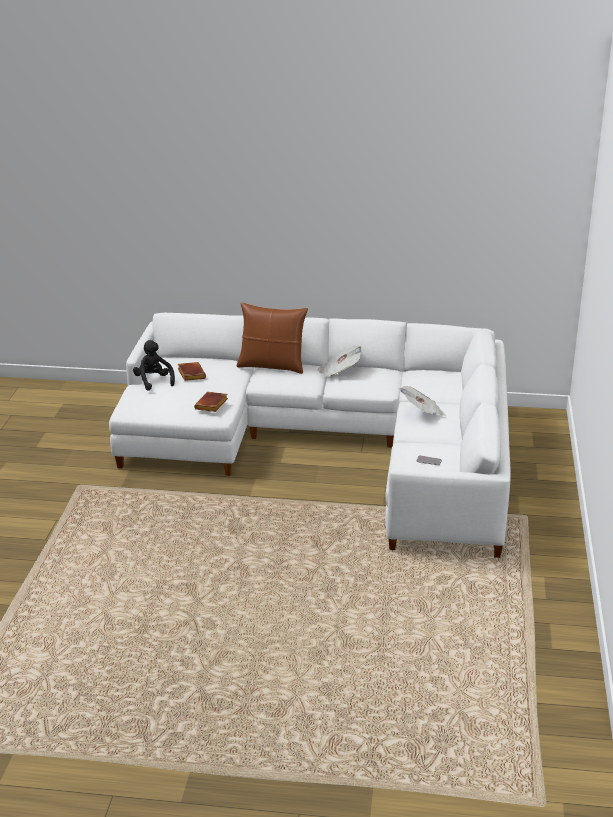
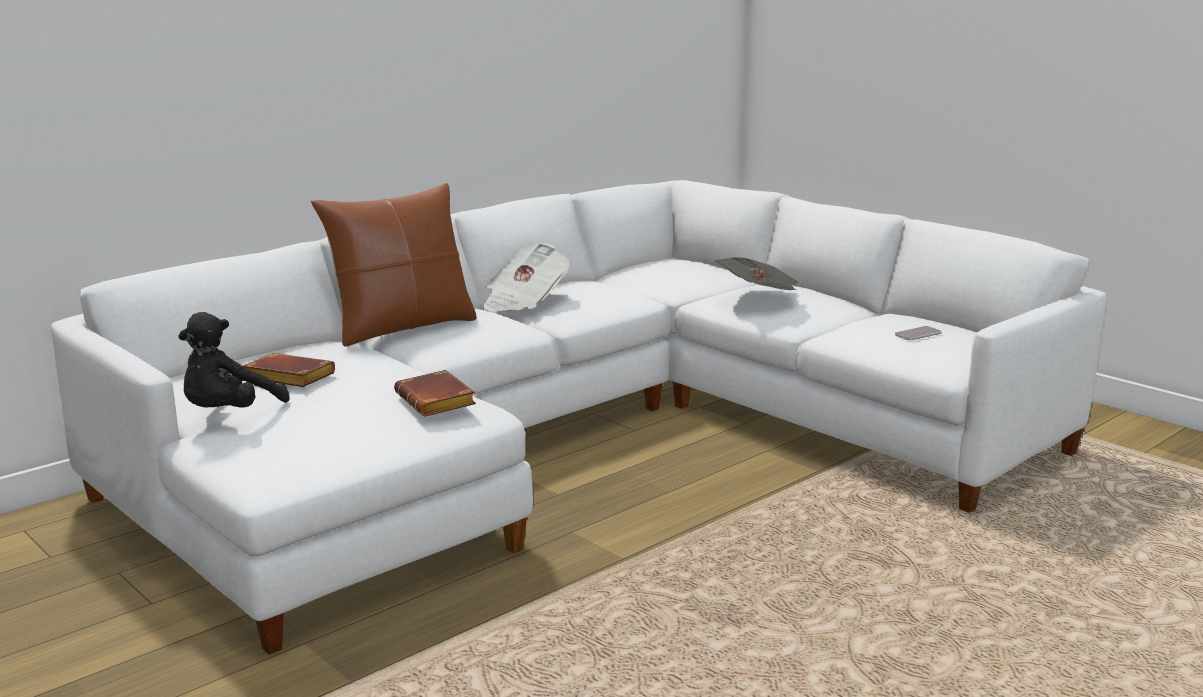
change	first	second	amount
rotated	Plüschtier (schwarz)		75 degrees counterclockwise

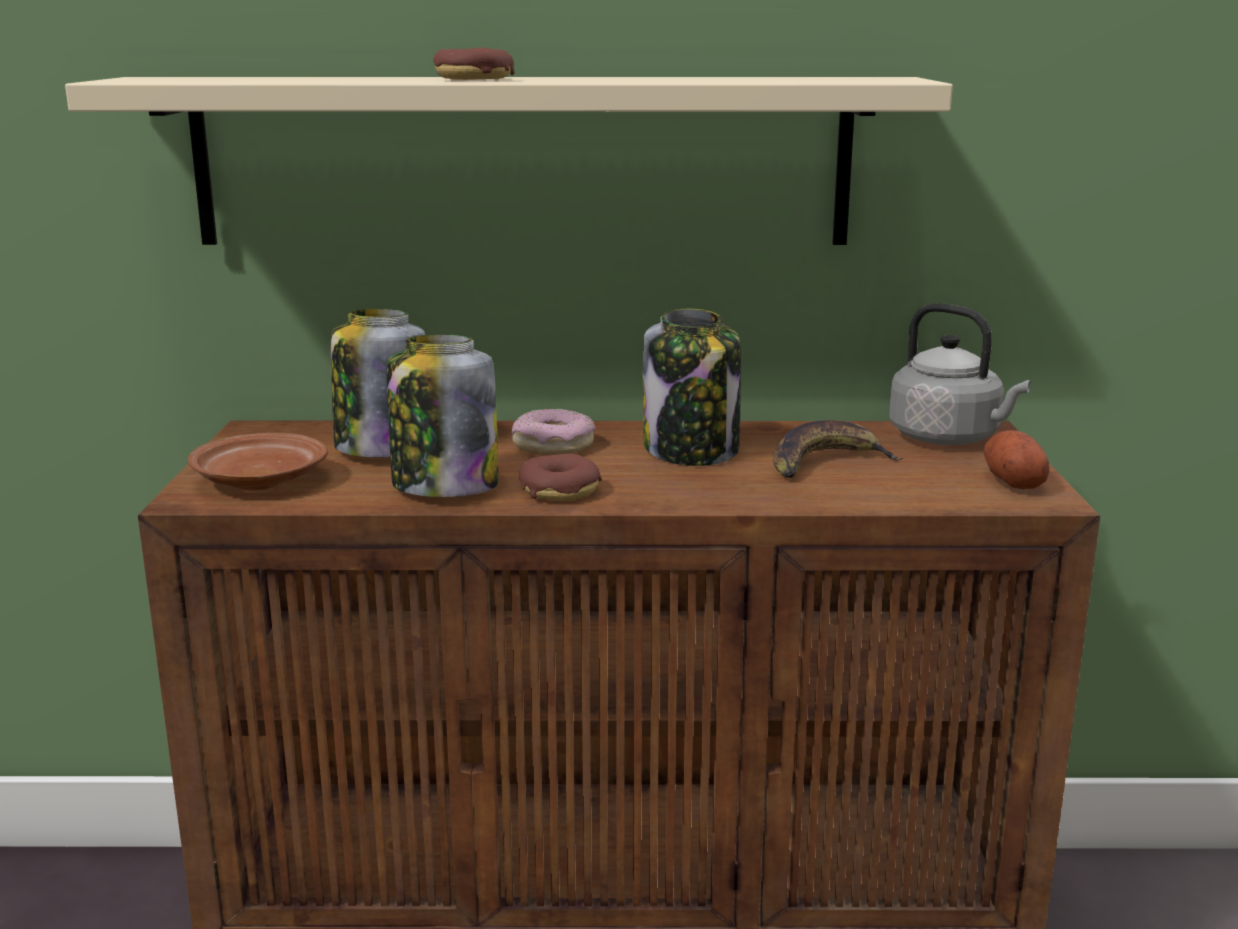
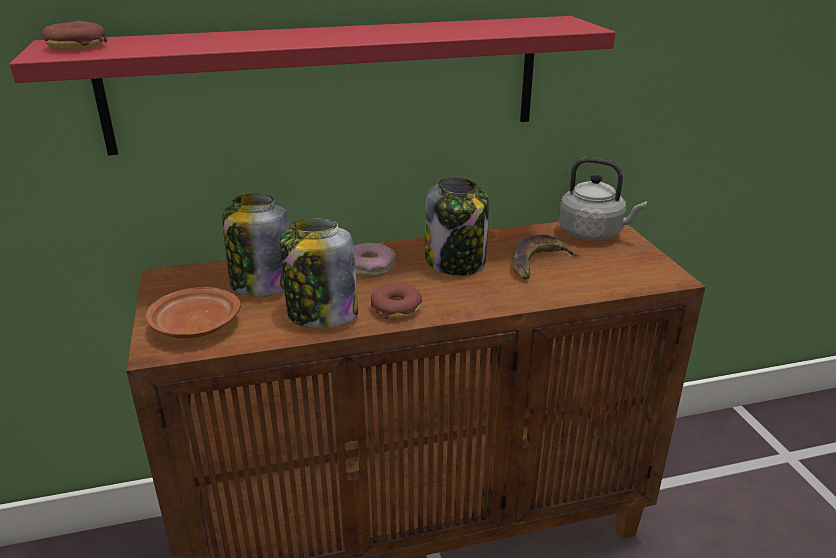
change	first	second	amount
gone	Kartoffel		
shifted	Donut (no. 1 from left)		
repainted	Wandregal (beige)	Wandregal (rot)	

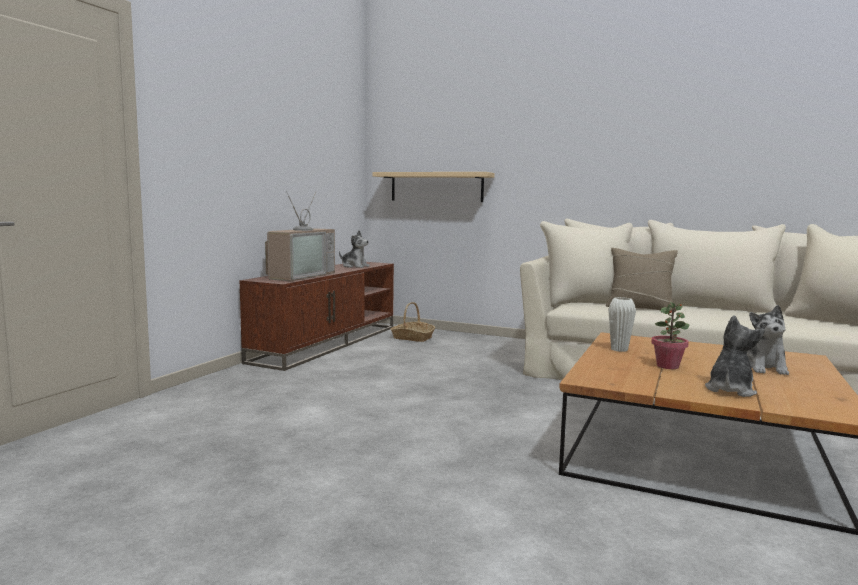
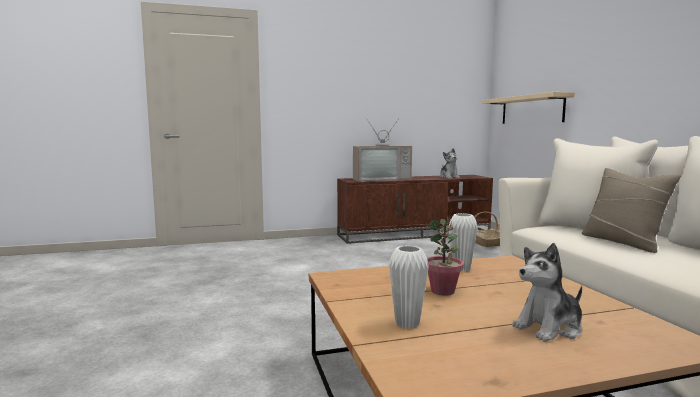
change	first	second	amount
swapped	Plüschtier (no. 2 from left)	Vase (weiß) (no. 1 from left)	

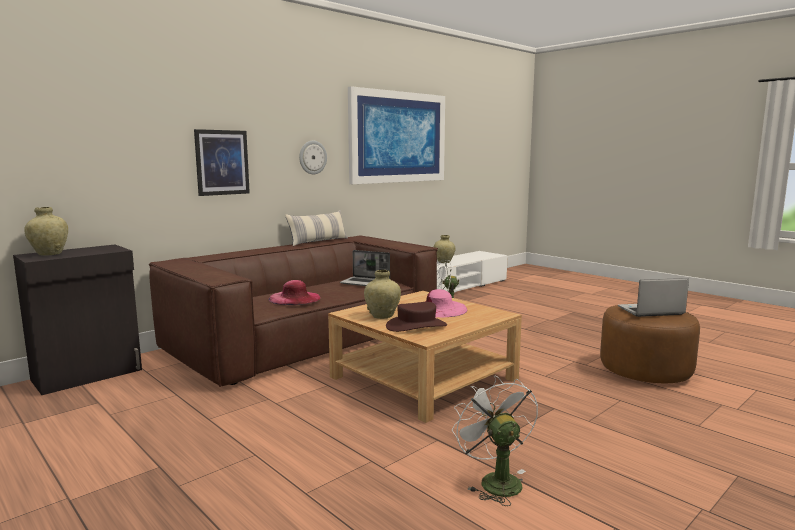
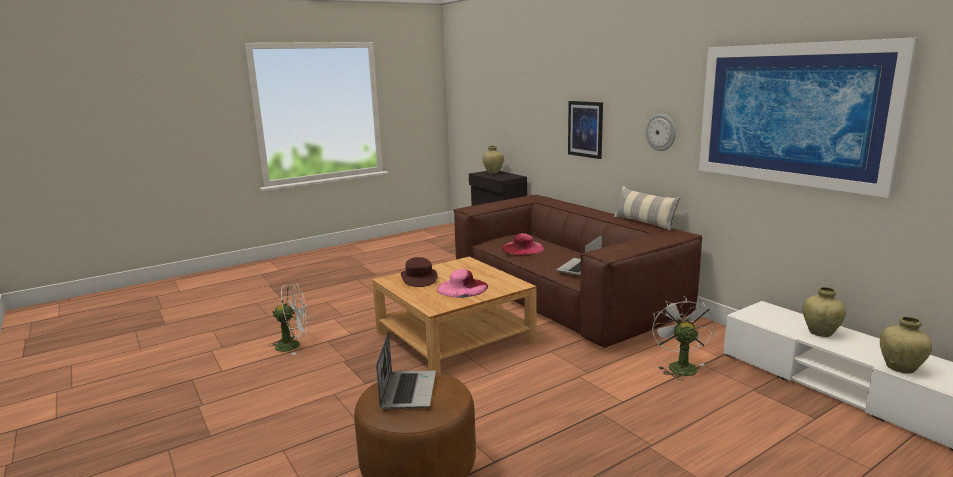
change	first	second	amount
shifted	Vase (beige) (no. 2 from left in the first image)	Vase (beige) (no. 3 from left)	

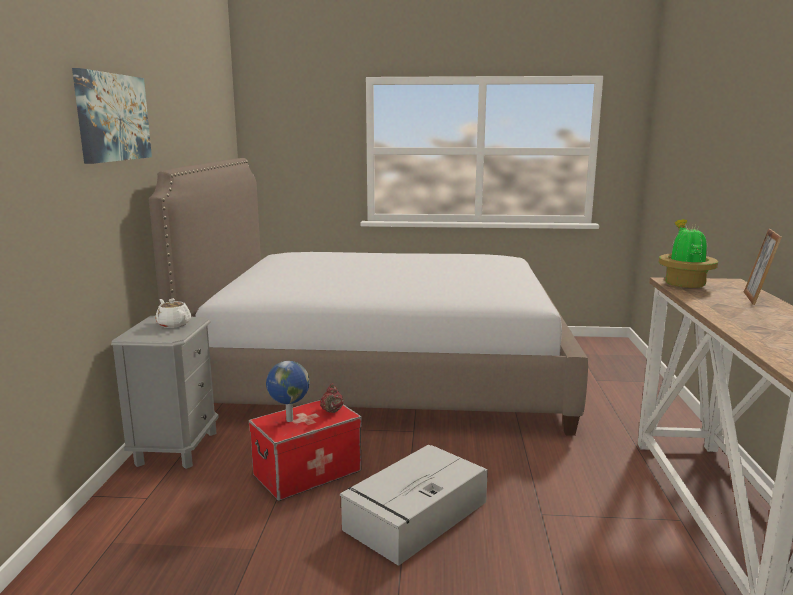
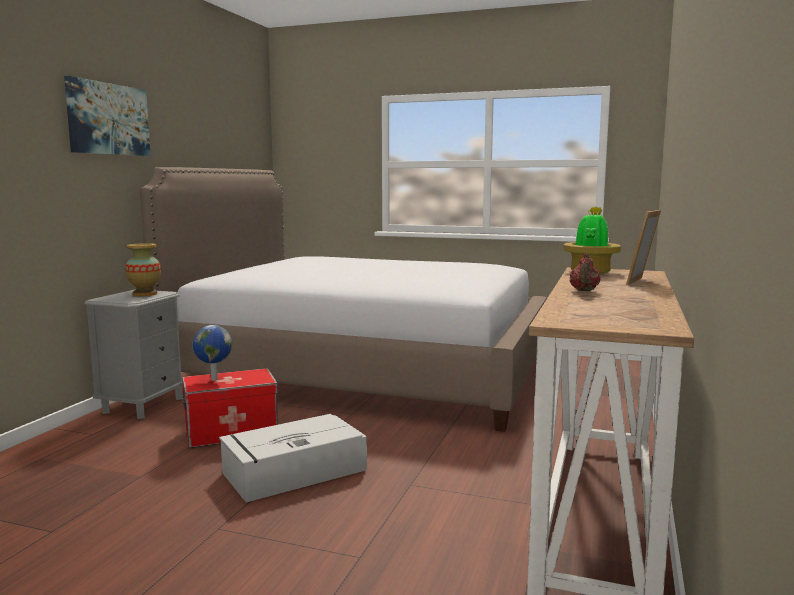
change	first	second	amount
shifted	Teekanne (rot)		
swapped	Teekanne (weiß)	Vase	

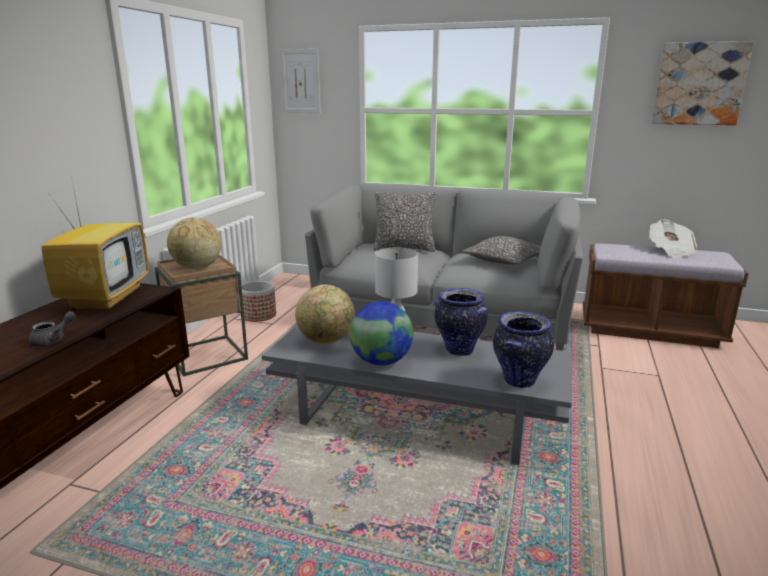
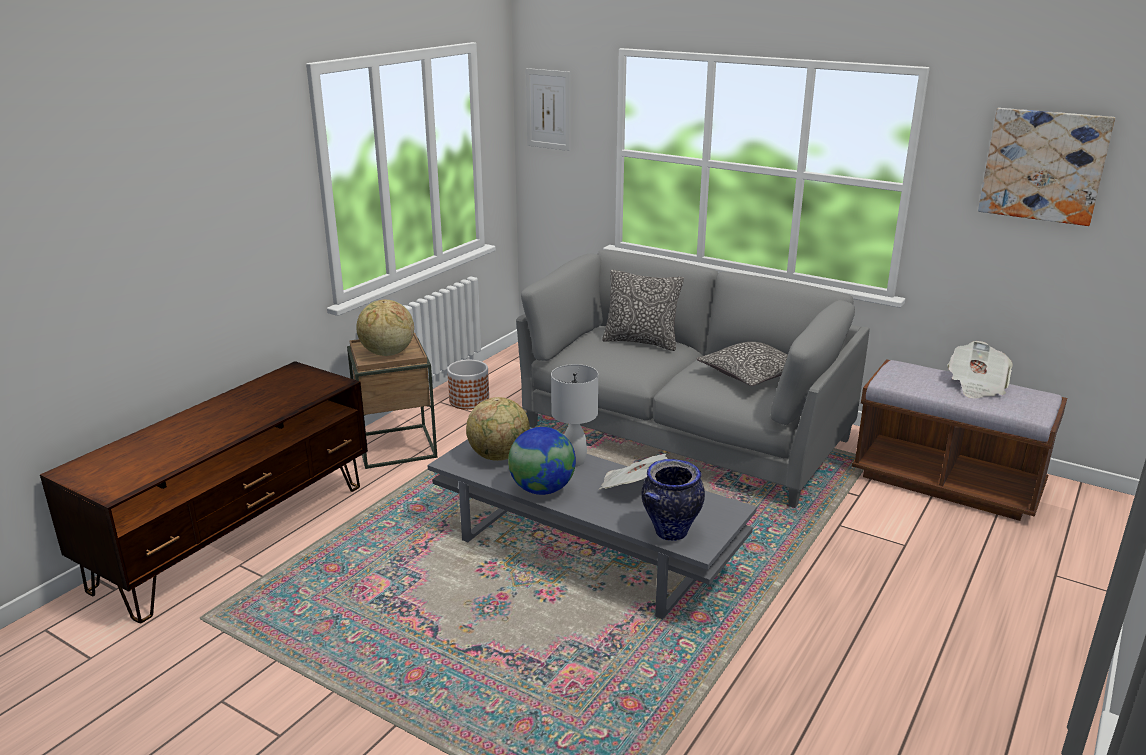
change	first	second	amount
gone	Teekanne (grau)		
gone	Fernseher		
swapped	Vase (no. 1 from left)	Zeitung (no. 1 from left)	

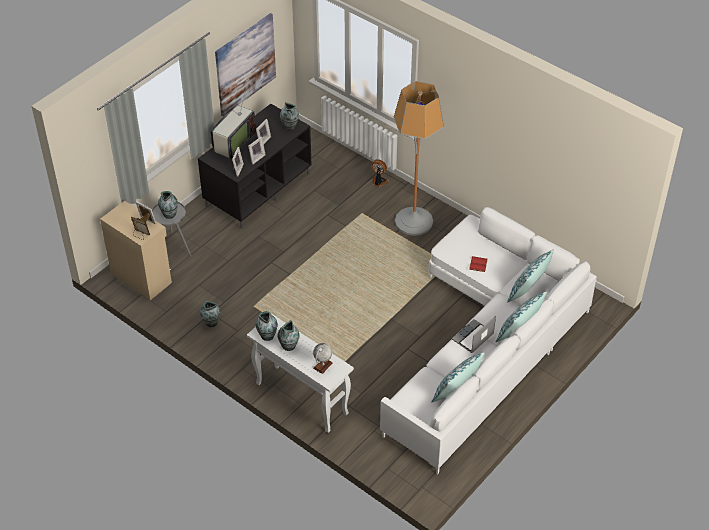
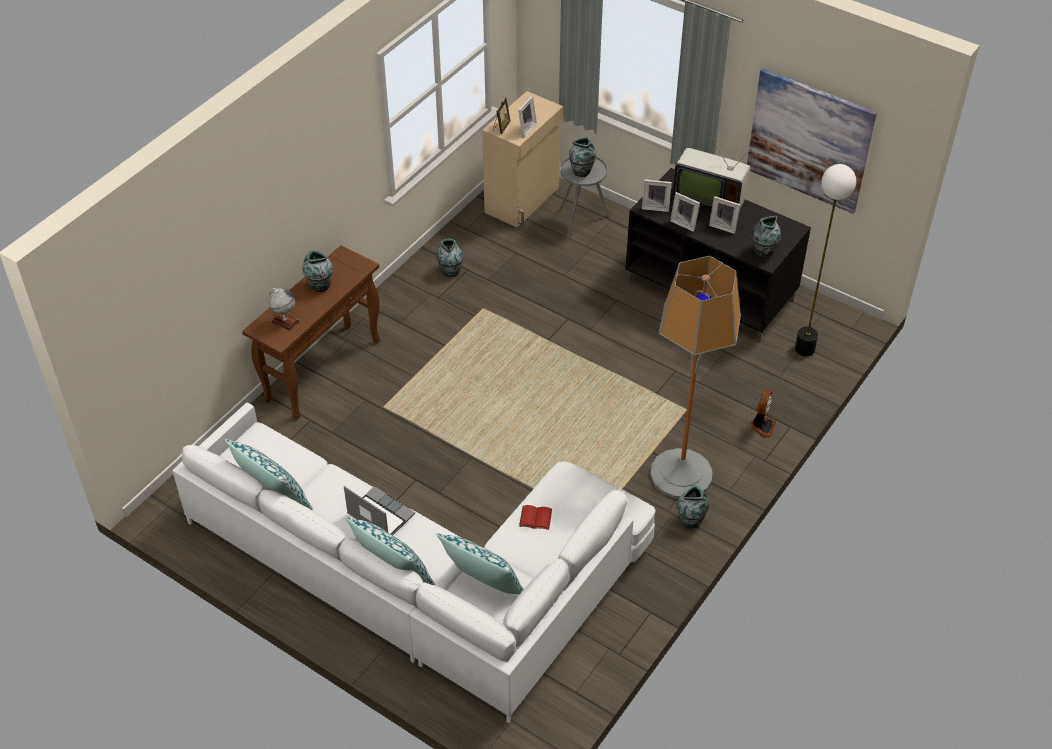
change	first	second	amount
new		Stehlampe (no. 2 from left)	
shifted	Vase (no. 3 from left in the first image)	Vase (no. 4 from left)	
repainted	Konsolentisch (weiß)	Konsolentisch (braun)	

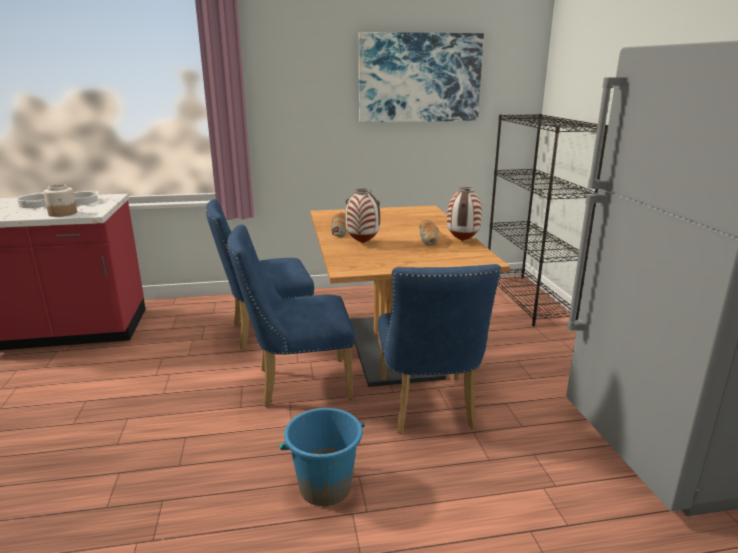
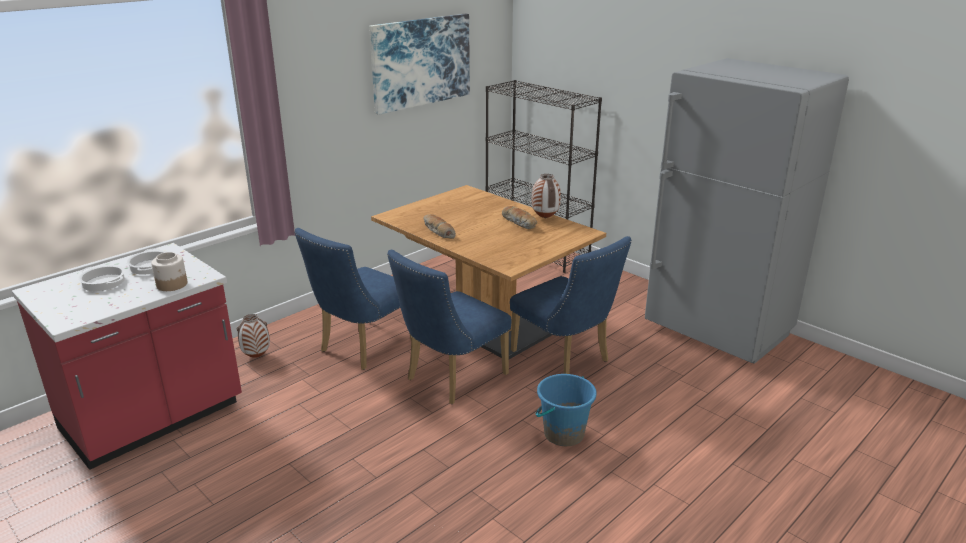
change	first	second	amount
shifted	Vase (no. 1 from left)		

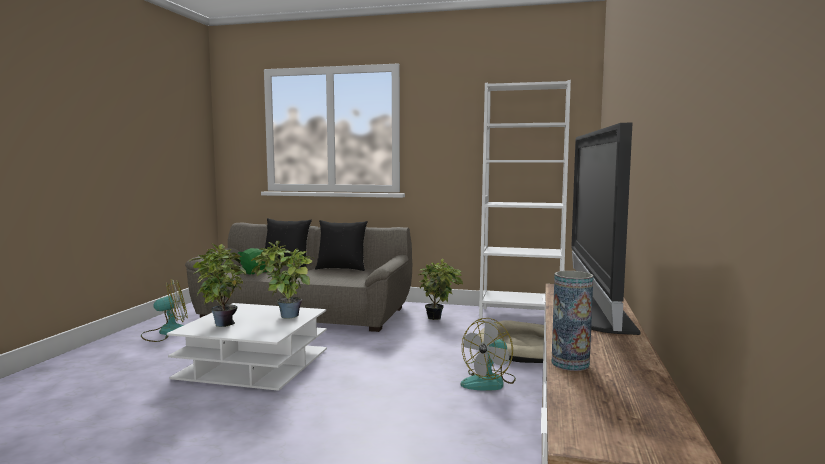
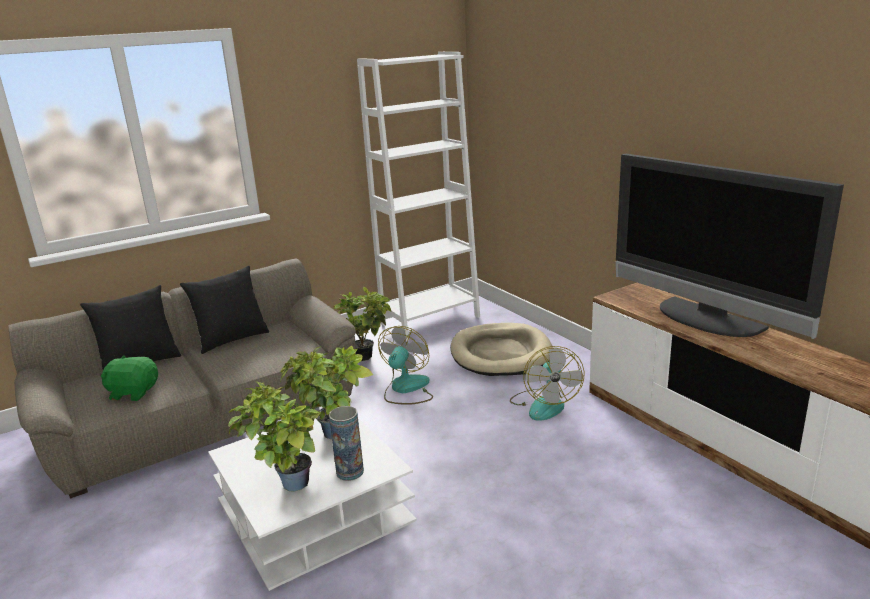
change	first	second	amount
shifted	Ventilator (no. 1 from left)		
shifted	Vase		

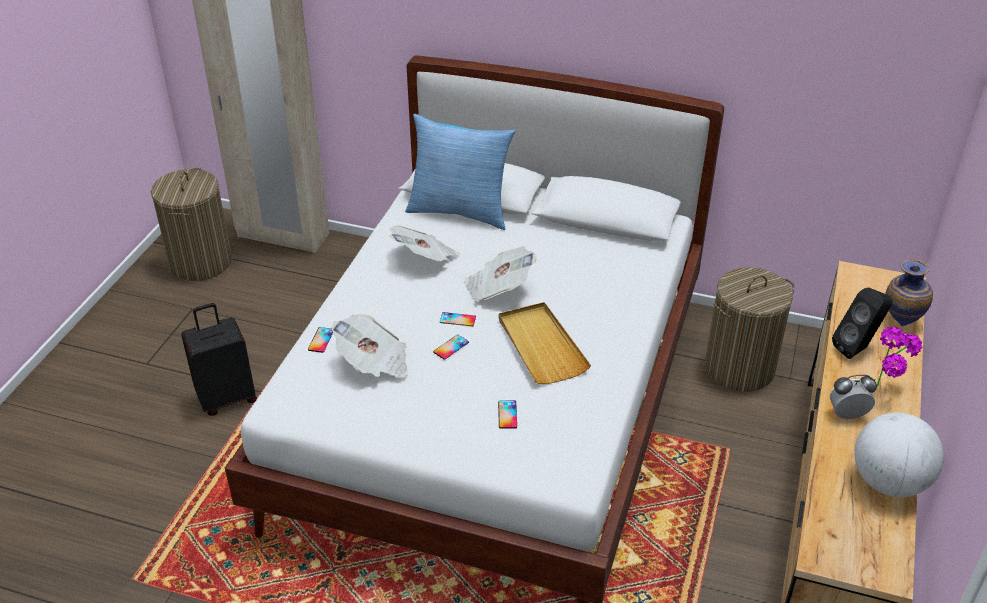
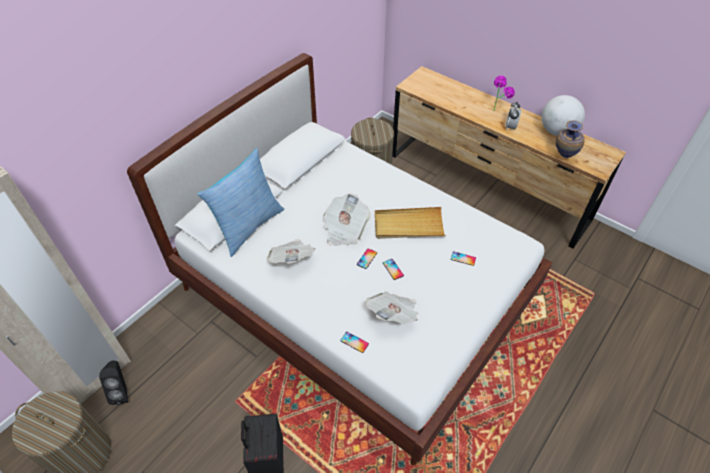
change	first	second	amount
shifted	Lautsprecher (schwarz)		
shifted	Vase		

